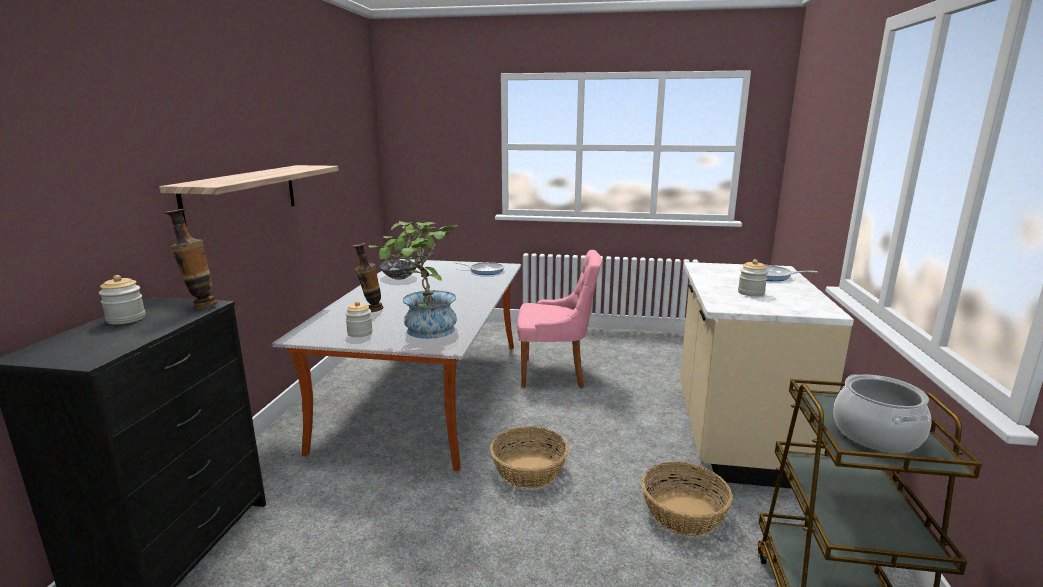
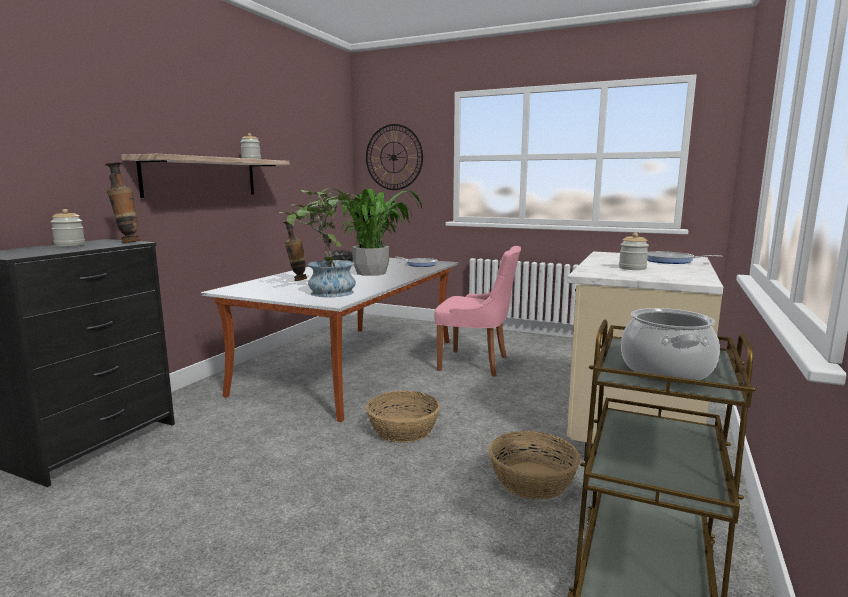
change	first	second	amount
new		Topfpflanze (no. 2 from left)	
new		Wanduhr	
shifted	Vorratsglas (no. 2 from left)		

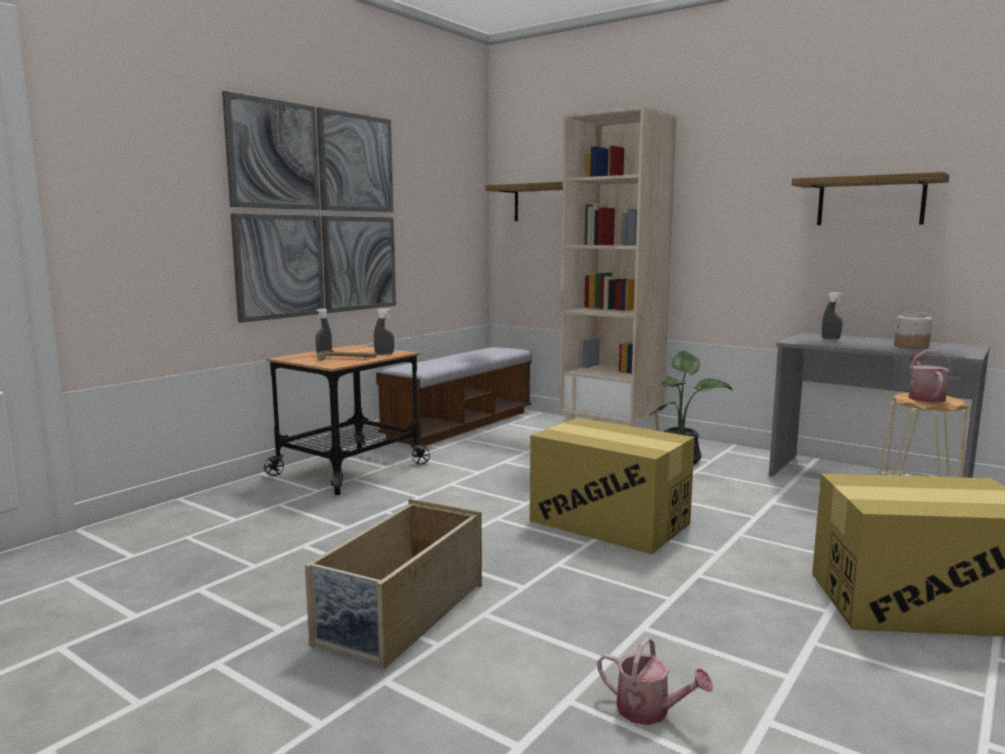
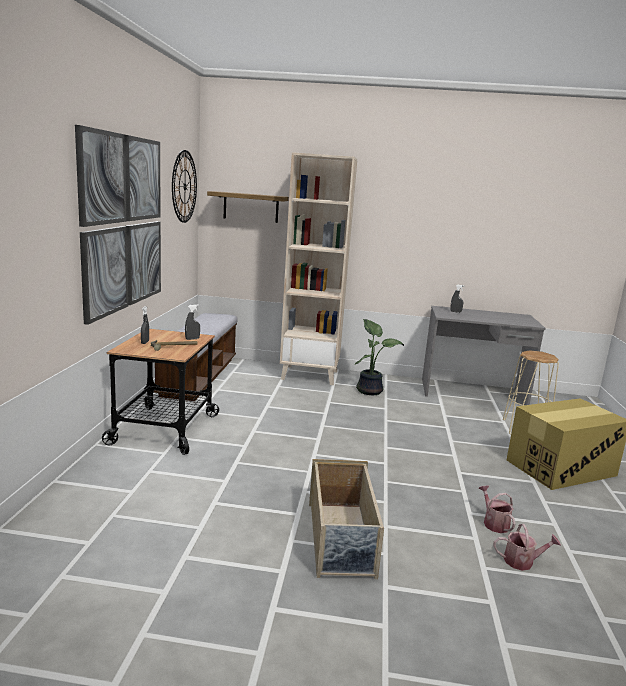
change	first	second	amount
gone	Karton (no. 1 from left)		
gone	Wandregal (no. 2 from left)		
gone	Vorratsglas		
new		Wanduhr	
shifted	Gießkanne (no. 2 from left in the first image)	Gießkanne (no. 1 from left)	

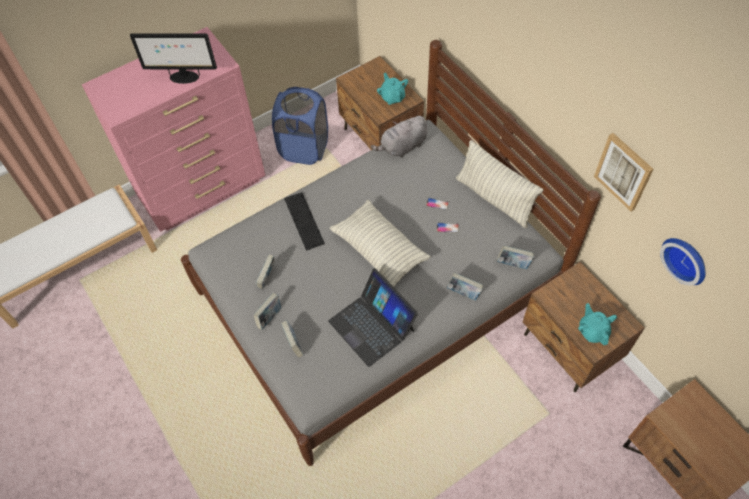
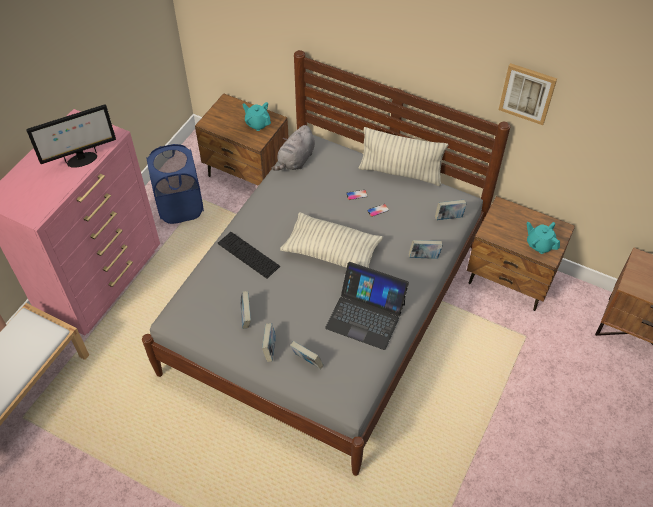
change	first	second	amount
gone	Wanduhr		

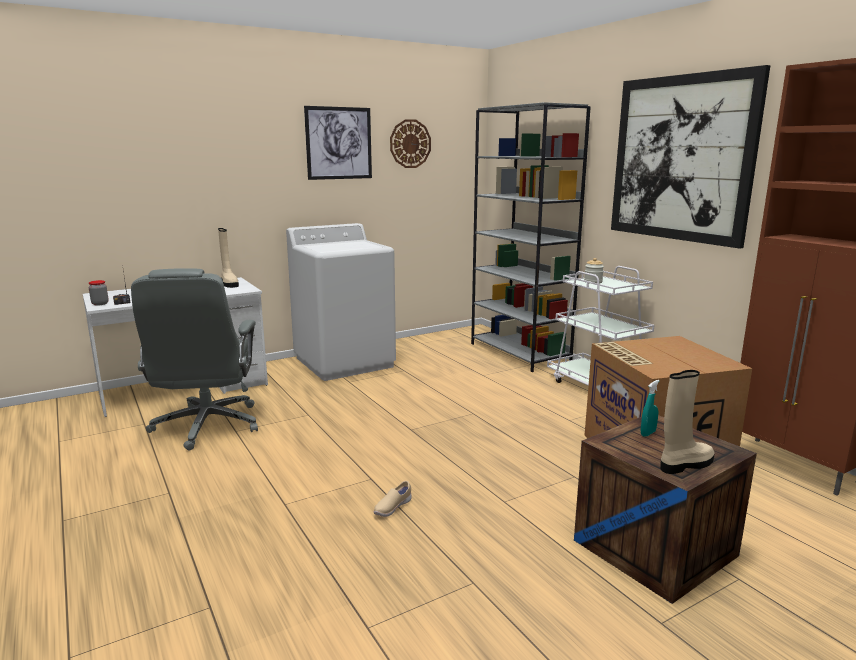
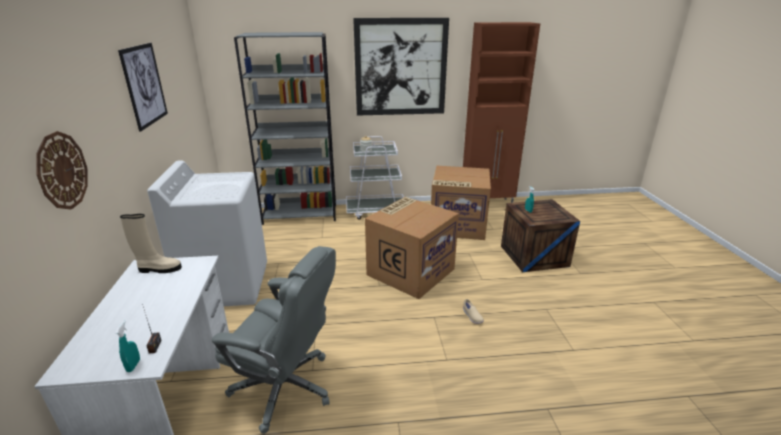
change	first	second	amount
gone	Stiefel (beige) (no. 2 from left)		
new		Karton (no. 1 from left)	
shifted	Wanduhr		
swapped	Vorratsglas (no. 1 from left)	Sprühflasche (türkis) (no. 1 from left)	

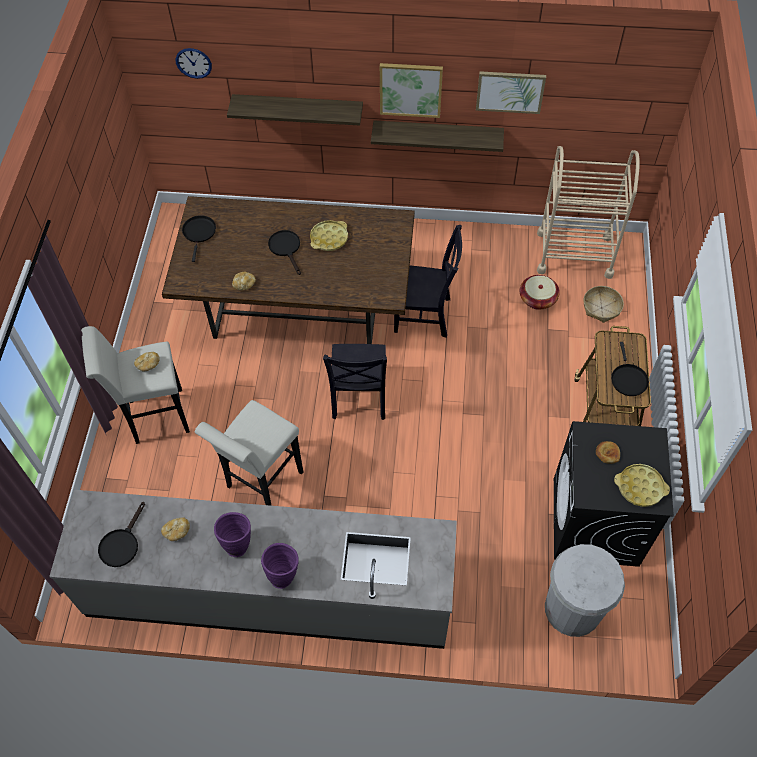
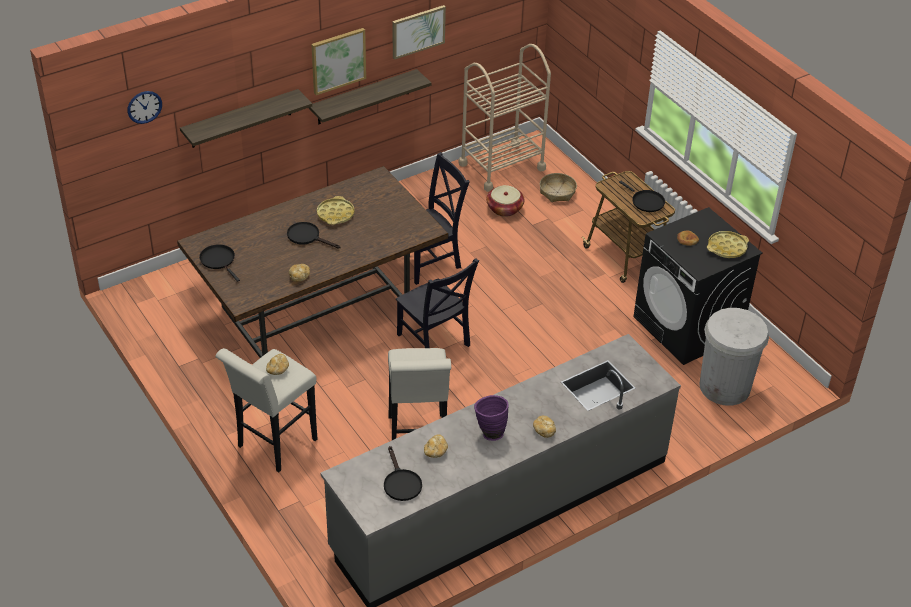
change	first	second	amount
swapped	Vase (lila) (no. 2 from left)	Brot (no. 4 from left)	

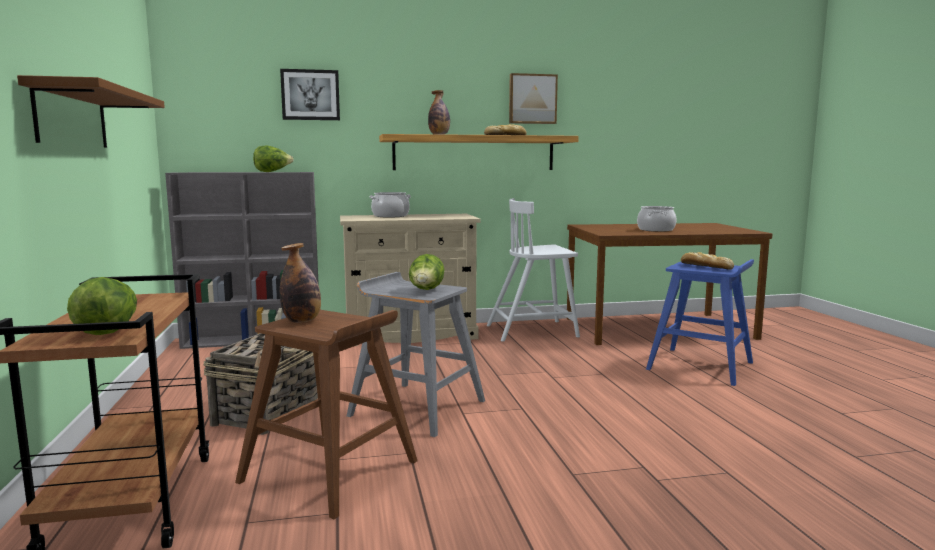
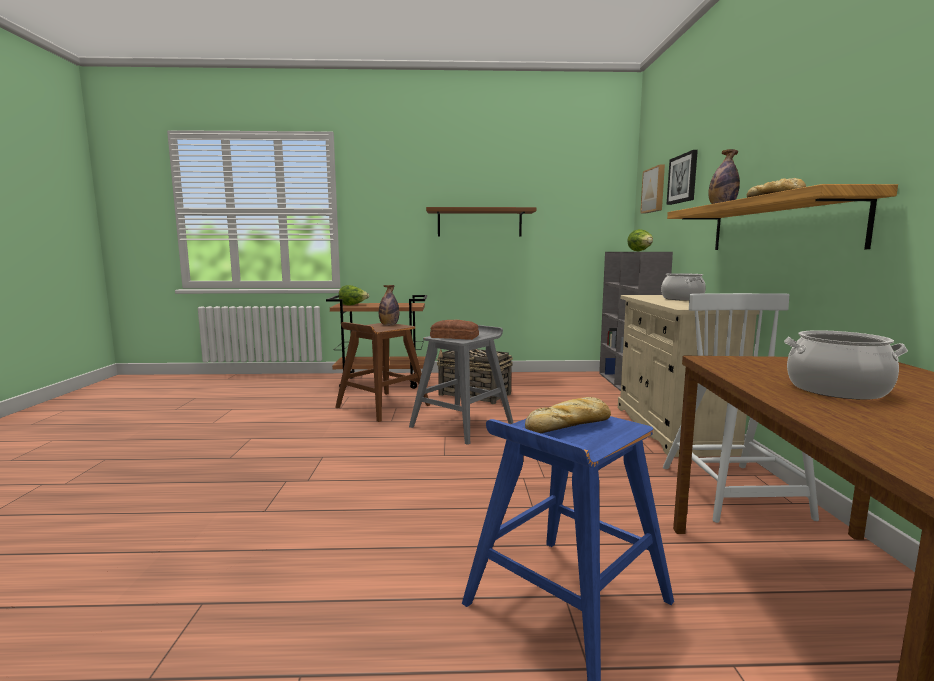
change	first	second	amount
shifted	Bild (no. 2 from left in the first image)	Bild (no. 1 from left)	
swapped	Salatkopf (no. 3 from left)	Brot (no. 1 from left)	

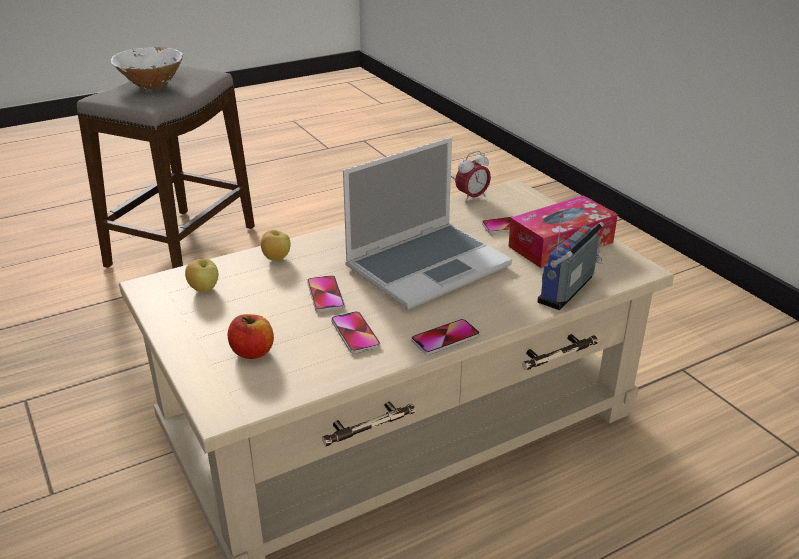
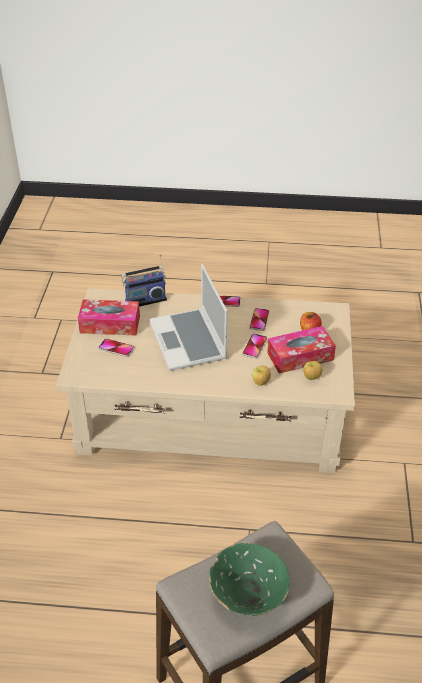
change	first	second	amount
gone	Wecker		
new		Taschentuchbox (no. 2 from left)	
repainted	Schüssel (weiß)	Schüssel (grün)	
rotated	Laptop		105 degrees counterclockwise

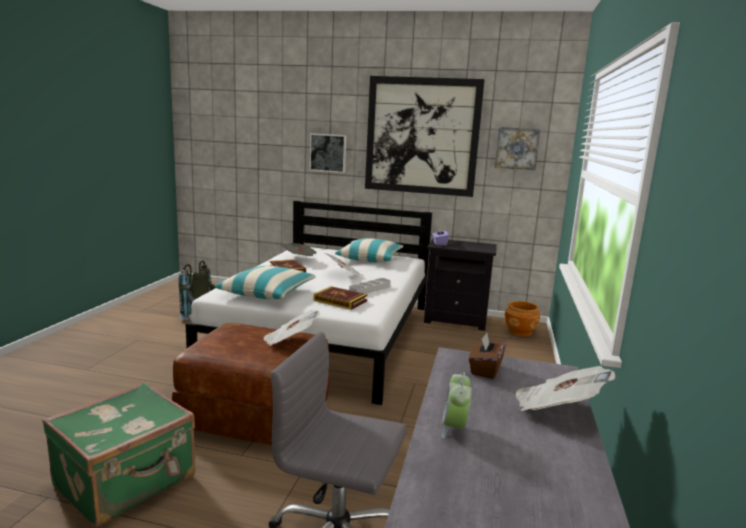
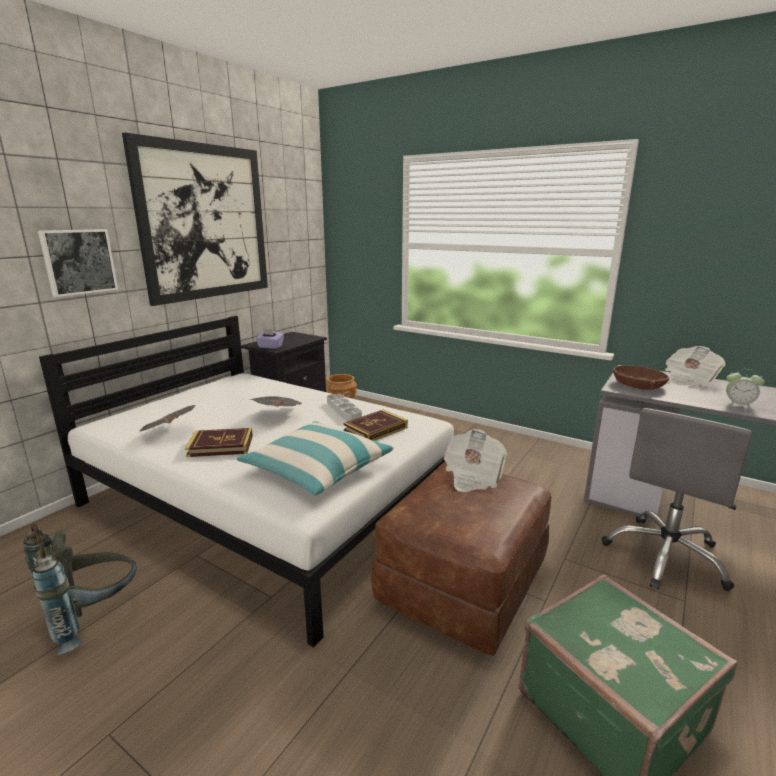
change	first	second	amount
gone	Kissen (no. 2 from left)		
gone	Bild (no. 3 from left)		
swapped	Taschentuchbox (braun)	Schüssel (braun)	

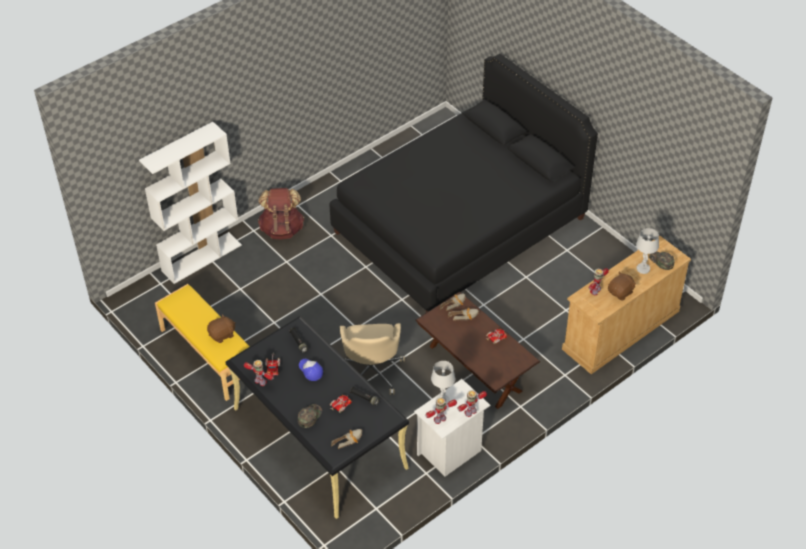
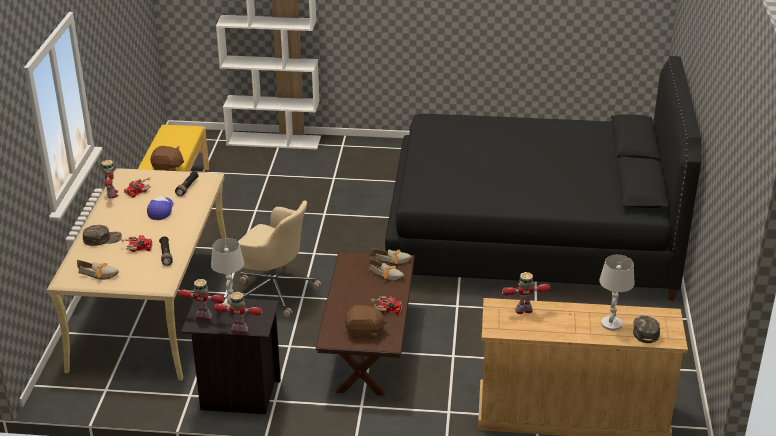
change	first	second	amount
gone	Rucksack (braun)		
shifted	Plüschtier (braun) (no. 2 from left)		
repainted	Schreibtisch (schwarz)	Schreibtisch (beige)	
repainted	Nachttisch (weiß)	Nachttisch (schwarz)	
rotated	Bürostuhl (beige)		105 degrees counterclockwise

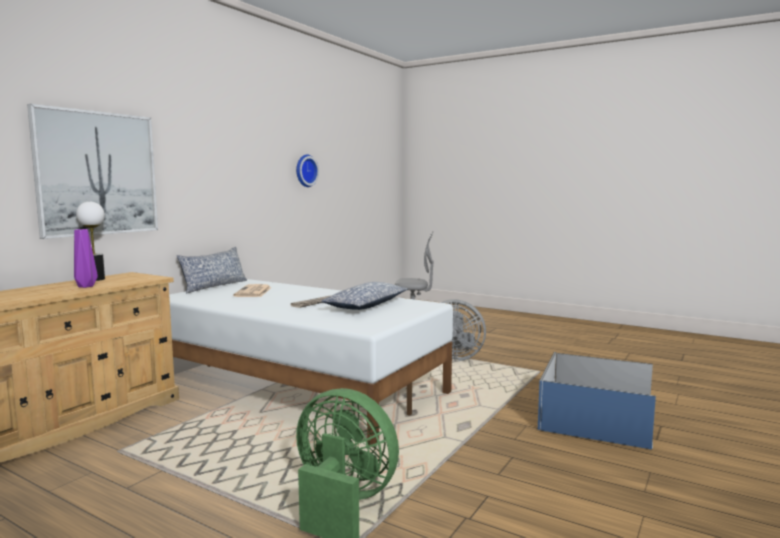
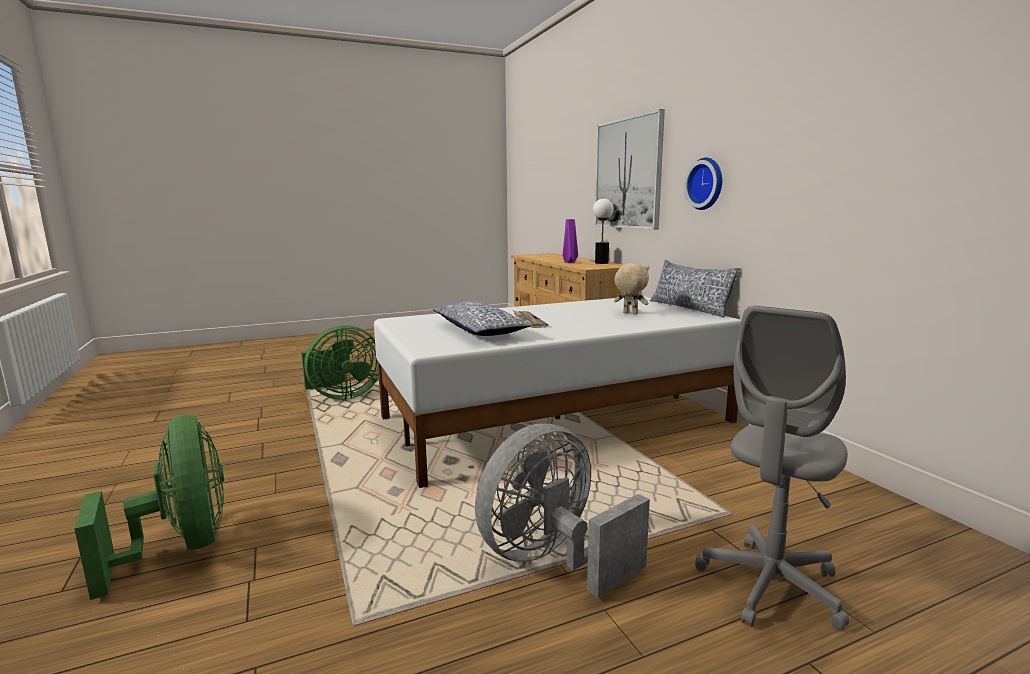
change	first	second	amount
shifted	Wanduhr		
swapped	Zeitung (no. 1 from left)	Plüschtier (beige)	
swapped	Aufbewahrungsbox (blau)	Ventilator (grün) (no. 1 from left)	

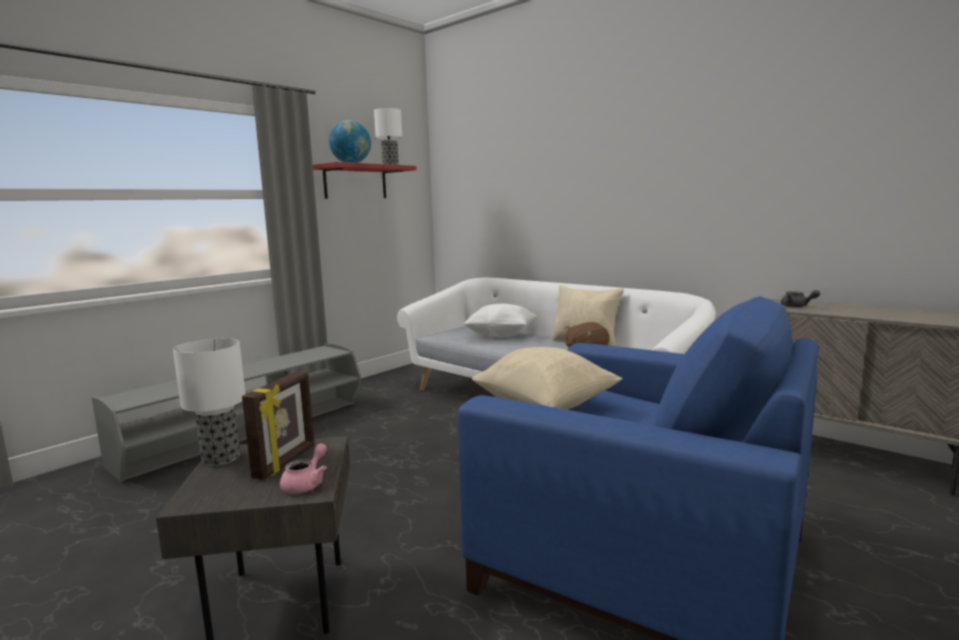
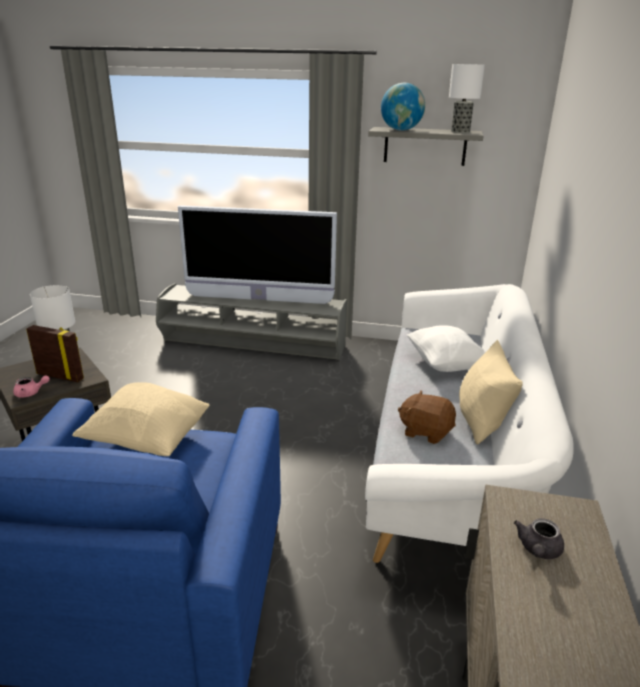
change	first	second	amount
new		Fernseher	
repainted	Wandregal (rot)	Wandregal (grau)	
rotated	Bilderrahmen		150 degrees counterclockwise

